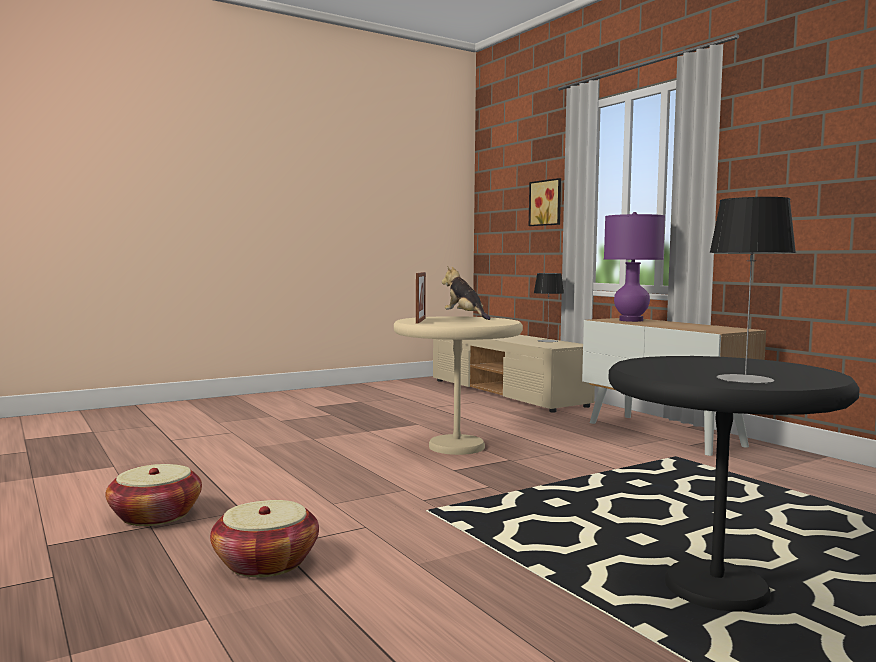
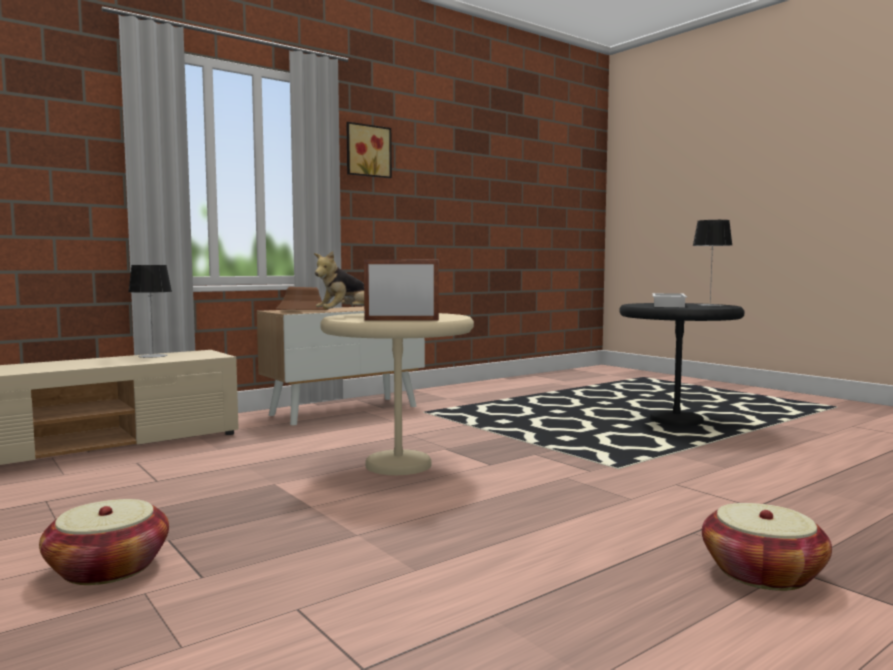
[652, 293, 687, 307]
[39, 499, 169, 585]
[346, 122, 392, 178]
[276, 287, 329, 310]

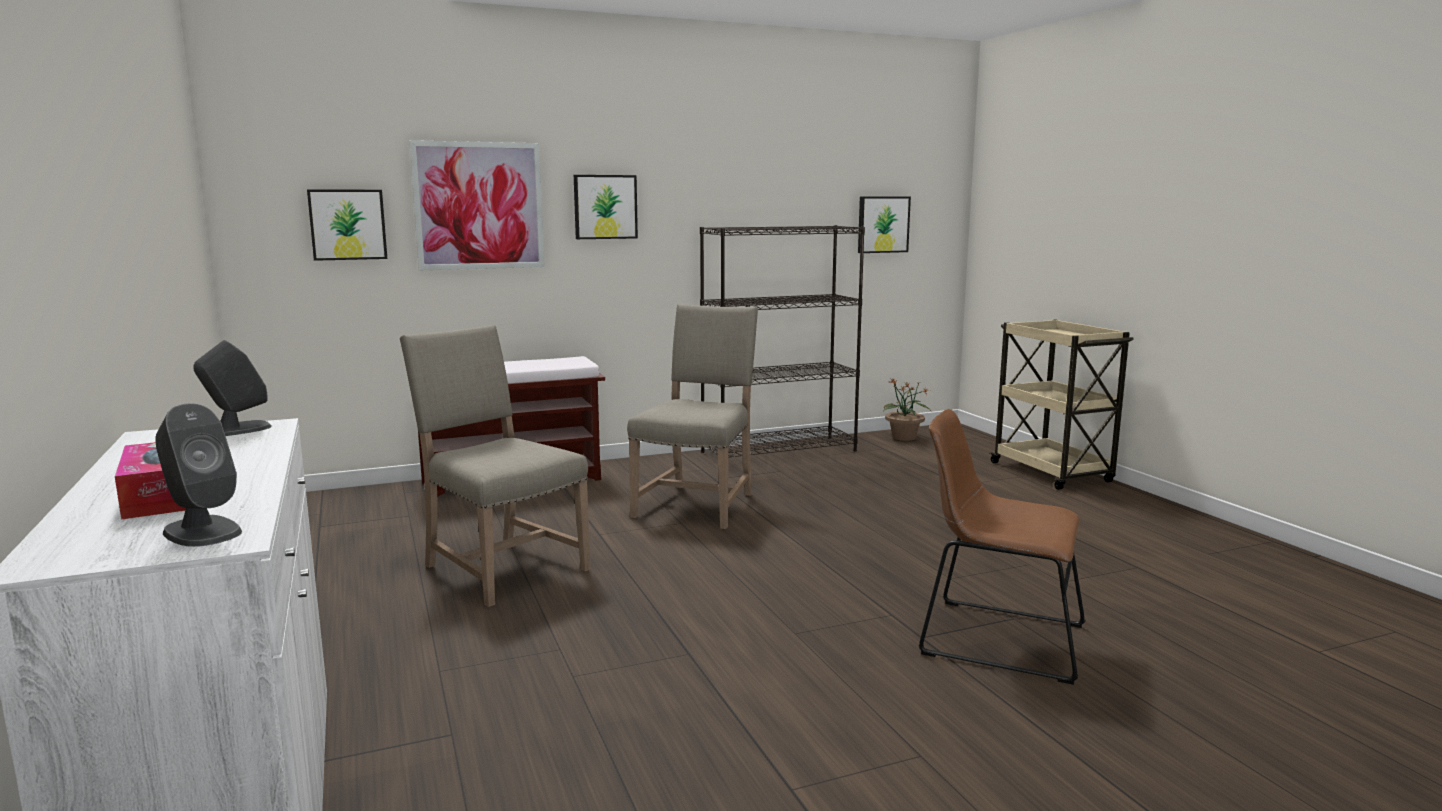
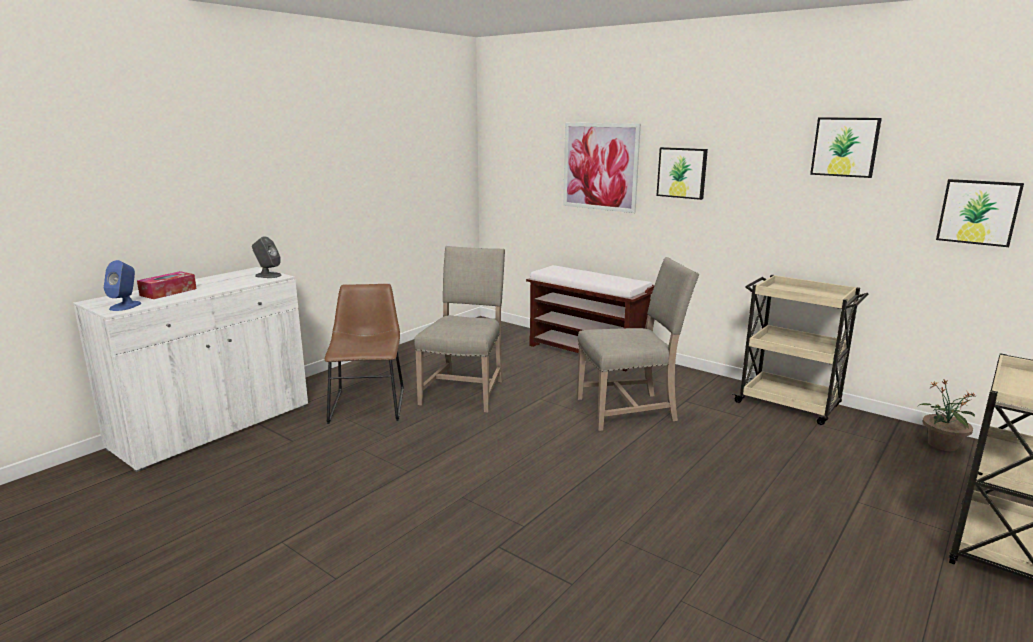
[810, 117, 882, 178]
[325, 284, 404, 424]
[732, 275, 869, 425]
[104, 260, 141, 311]

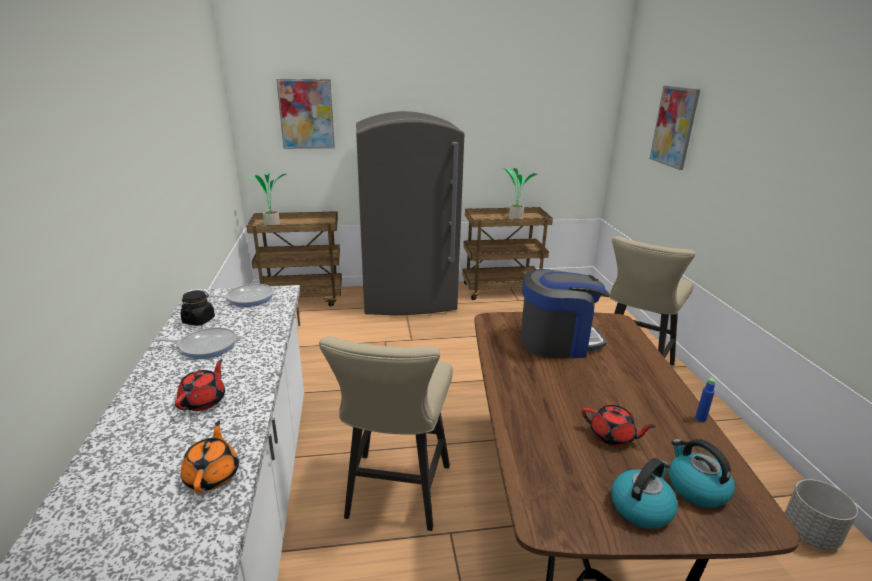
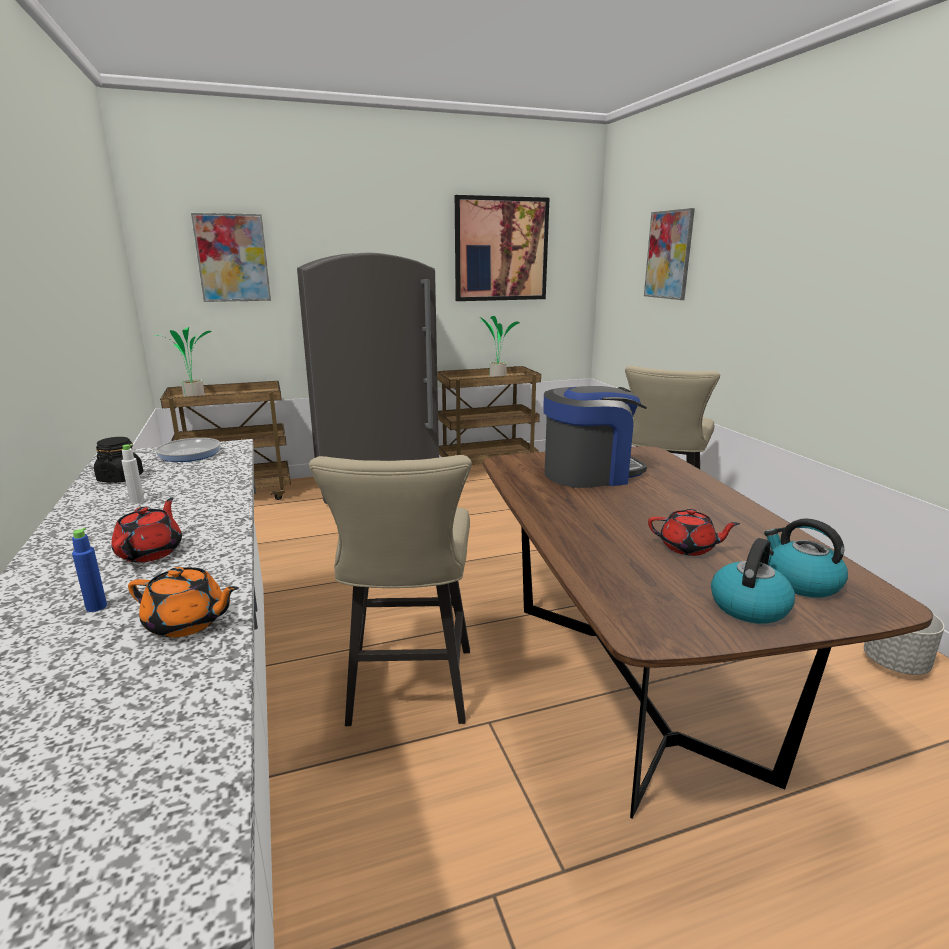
[455, 195, 550, 301]
[72, 528, 107, 612]
[122, 444, 144, 504]
[128, 567, 239, 638]

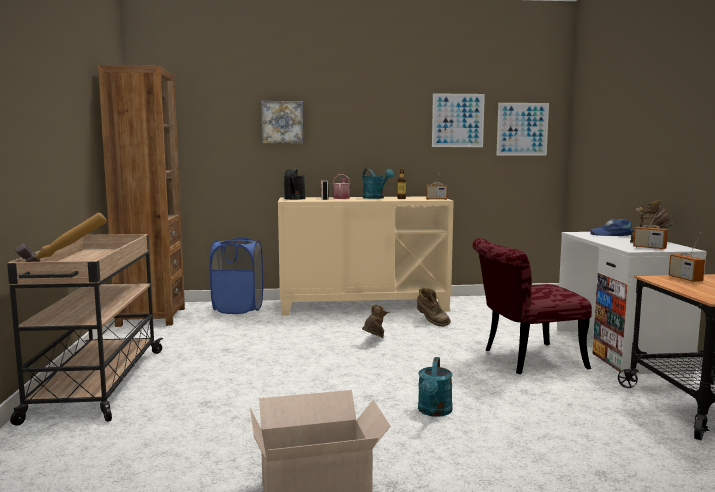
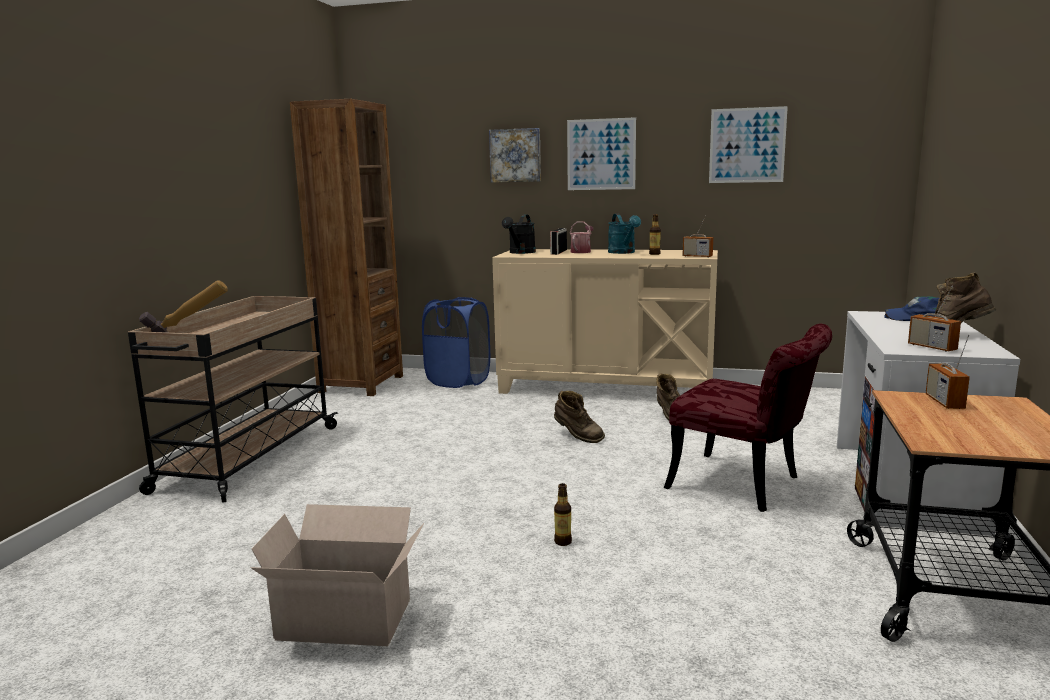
[567, 117, 636, 190]
[554, 483, 572, 546]
[554, 391, 605, 443]
[664, 324, 832, 512]

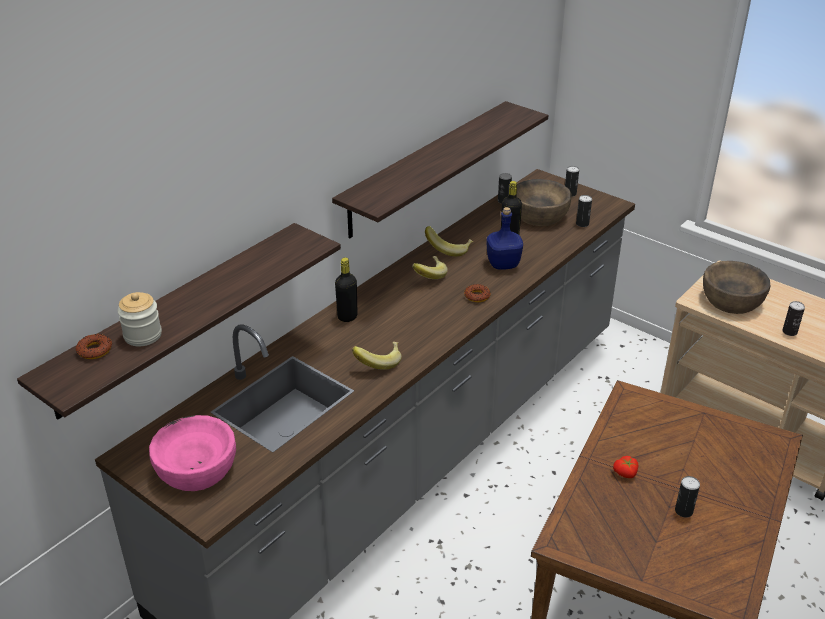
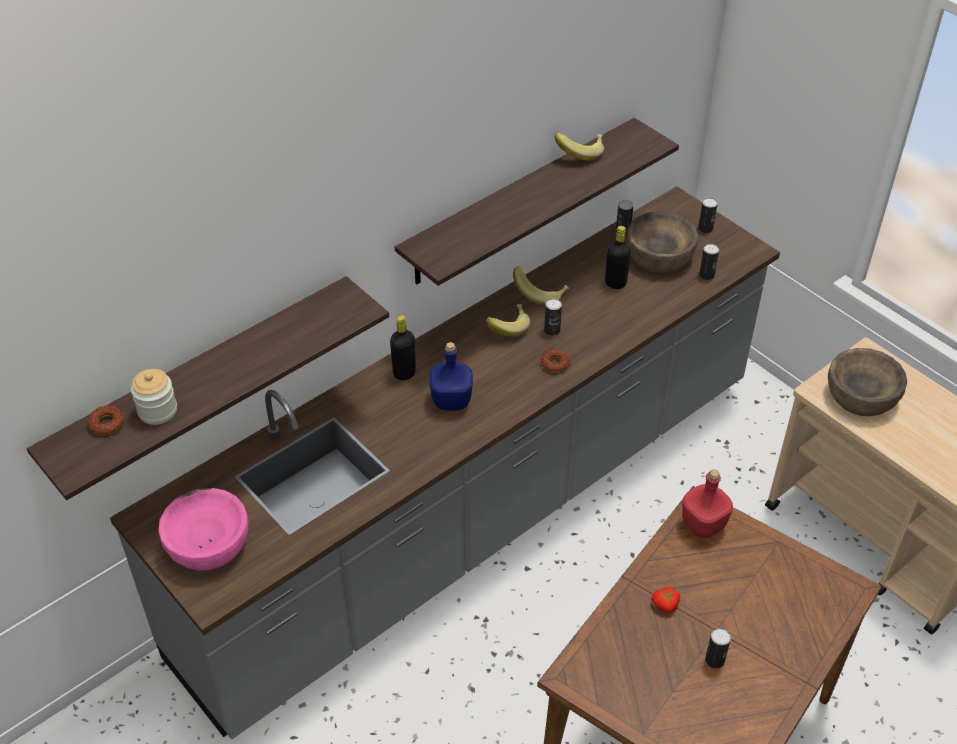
[682, 470, 733, 538]
[555, 133, 604, 160]
[430, 342, 473, 411]
[544, 298, 562, 336]

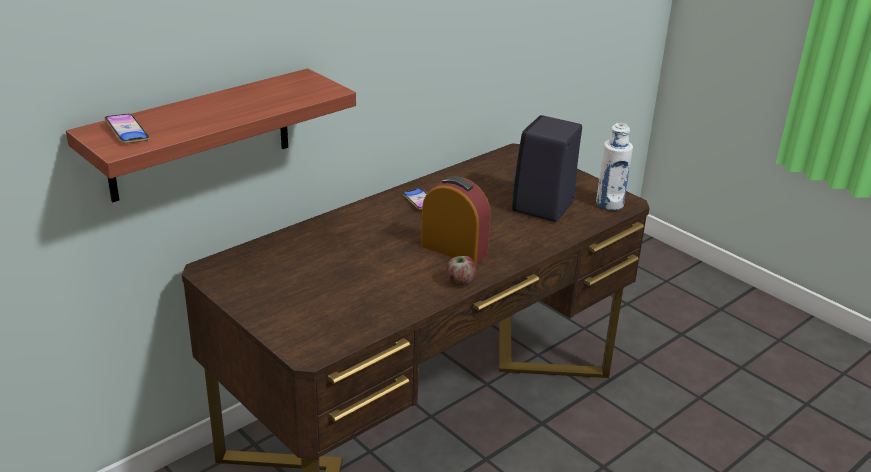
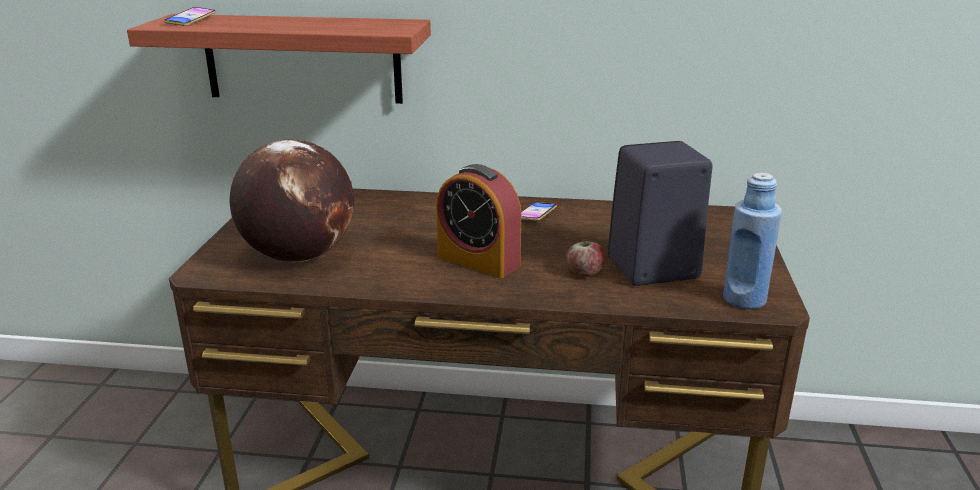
[229, 139, 354, 262]
[566, 241, 605, 277]
[723, 173, 782, 309]
[436, 164, 521, 278]

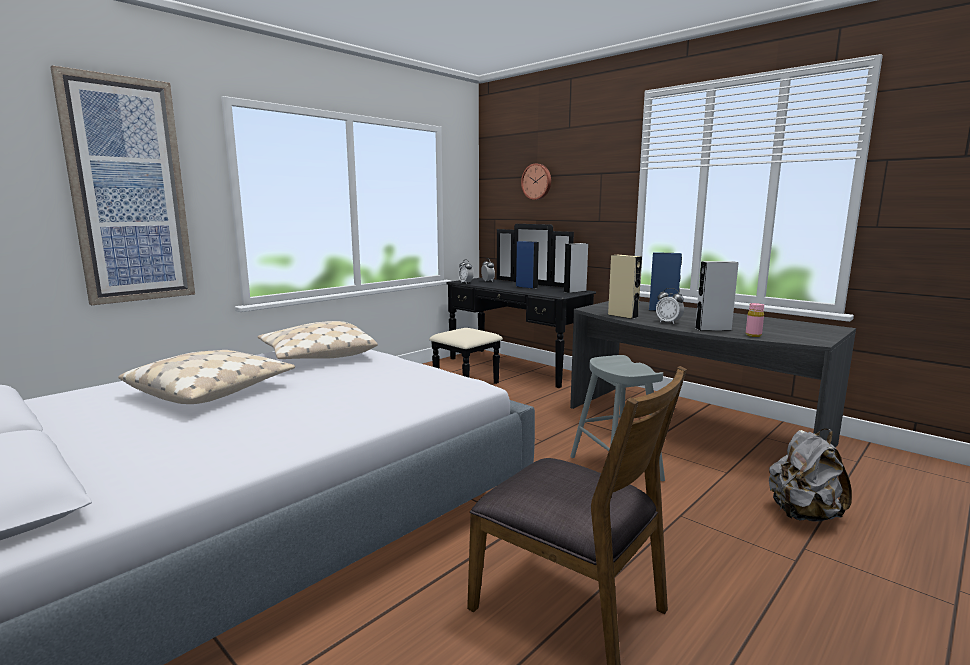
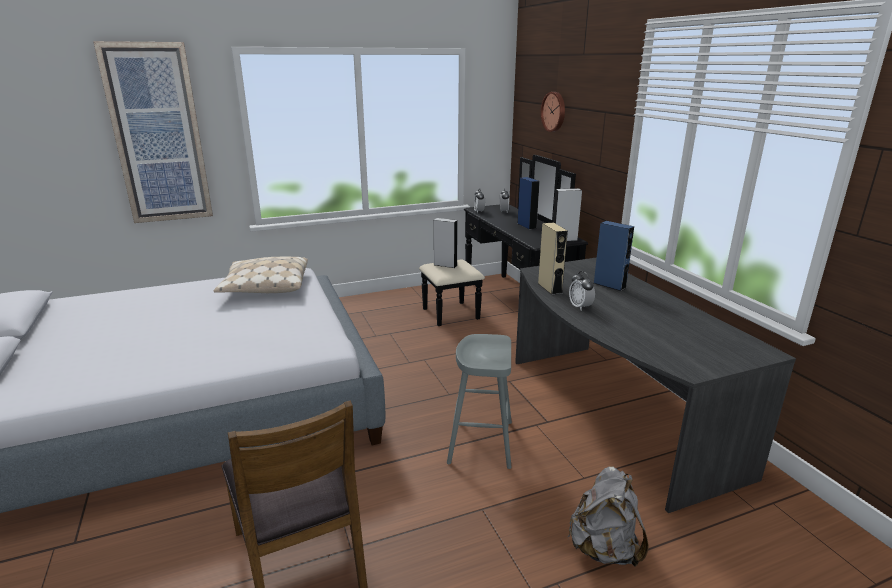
[118, 350, 295, 404] (first image)
[746, 303, 764, 337] (first image)
[434, 218, 458, 268]

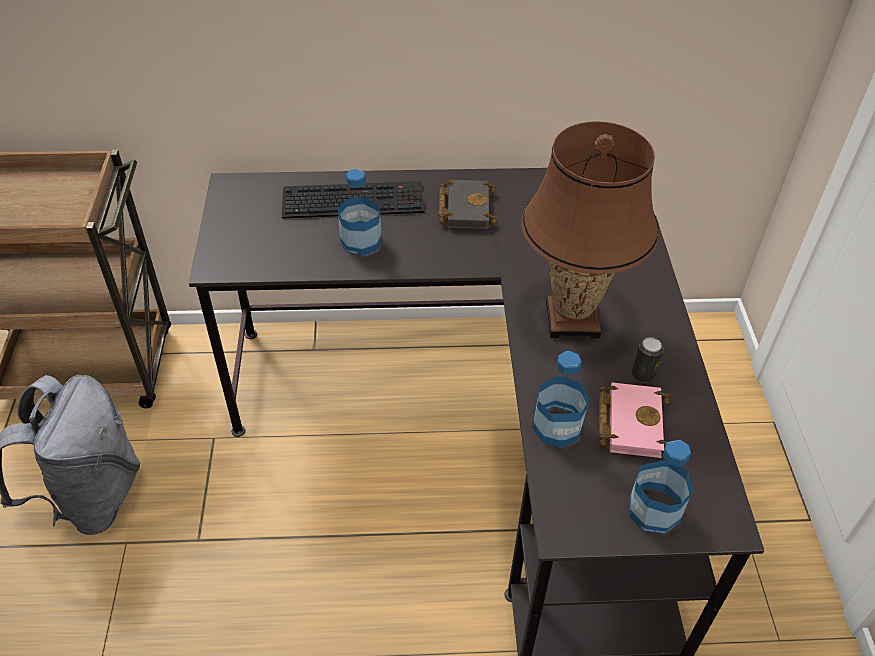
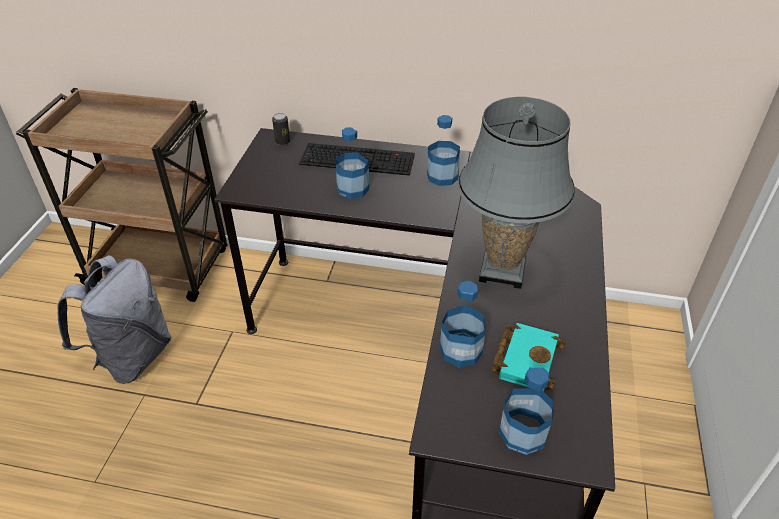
[272, 113, 290, 145]
[427, 115, 460, 186]
[458, 97, 575, 289]
[491, 323, 566, 392]

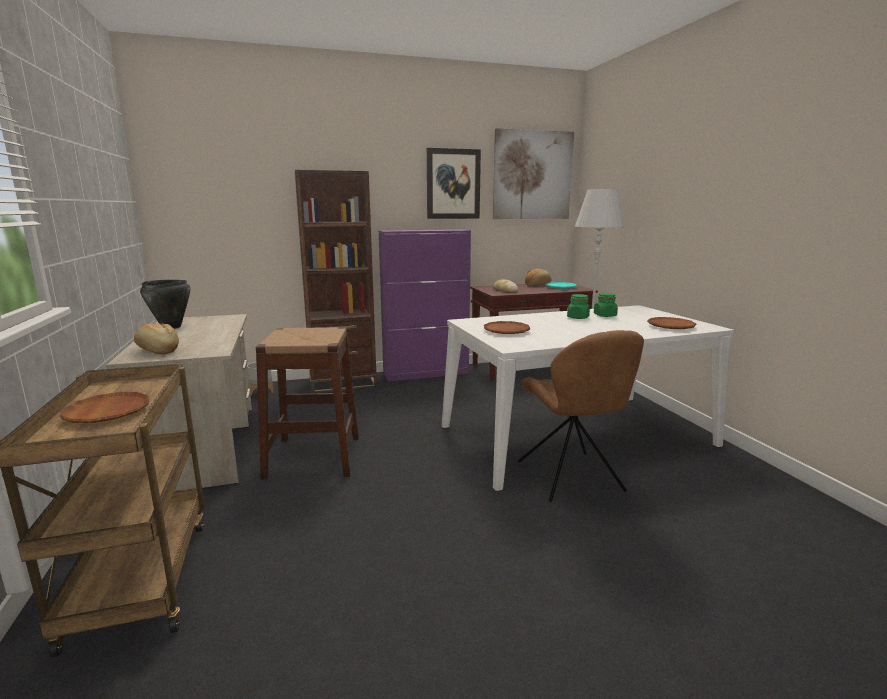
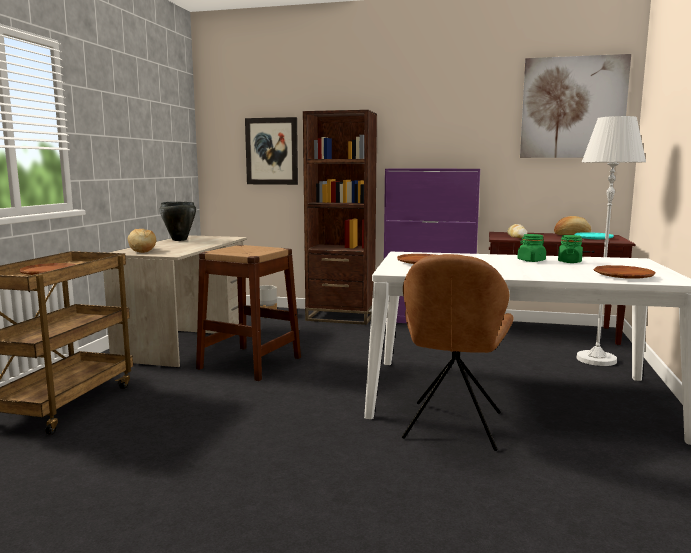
[245, 117, 298, 185]

